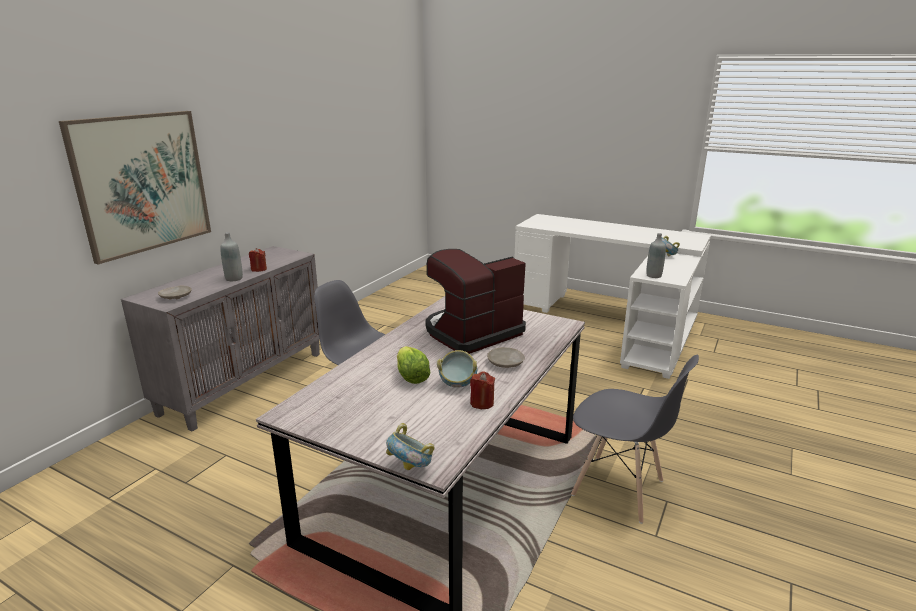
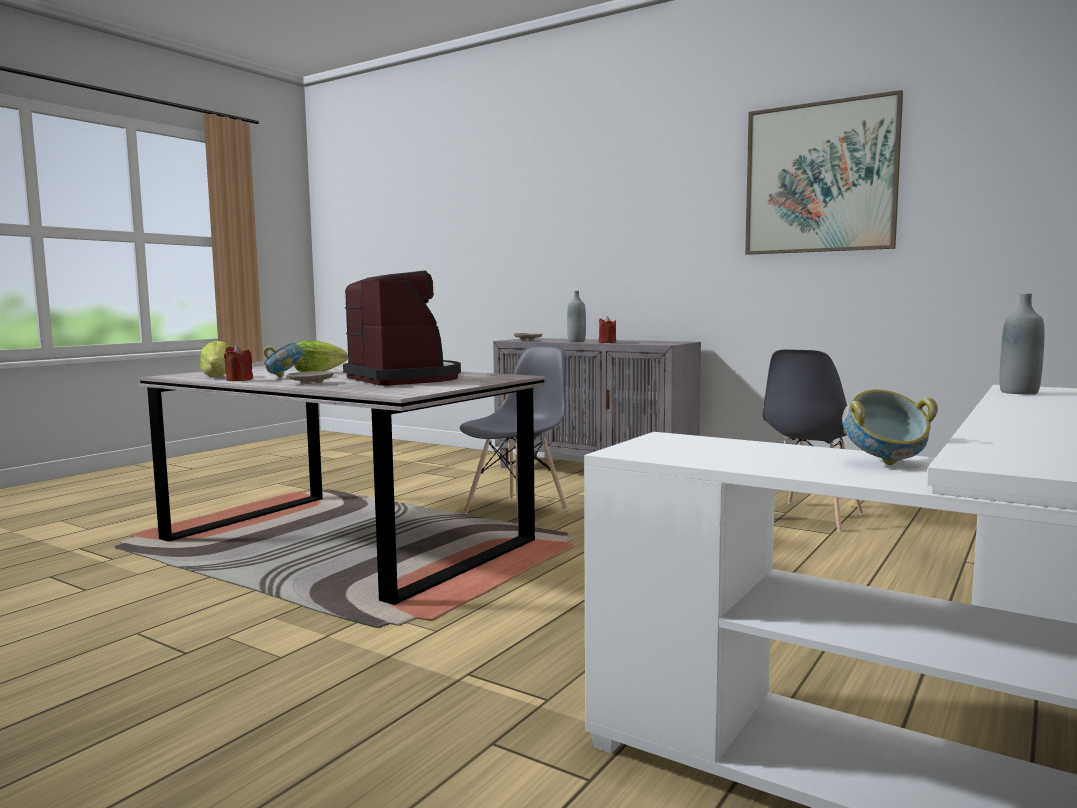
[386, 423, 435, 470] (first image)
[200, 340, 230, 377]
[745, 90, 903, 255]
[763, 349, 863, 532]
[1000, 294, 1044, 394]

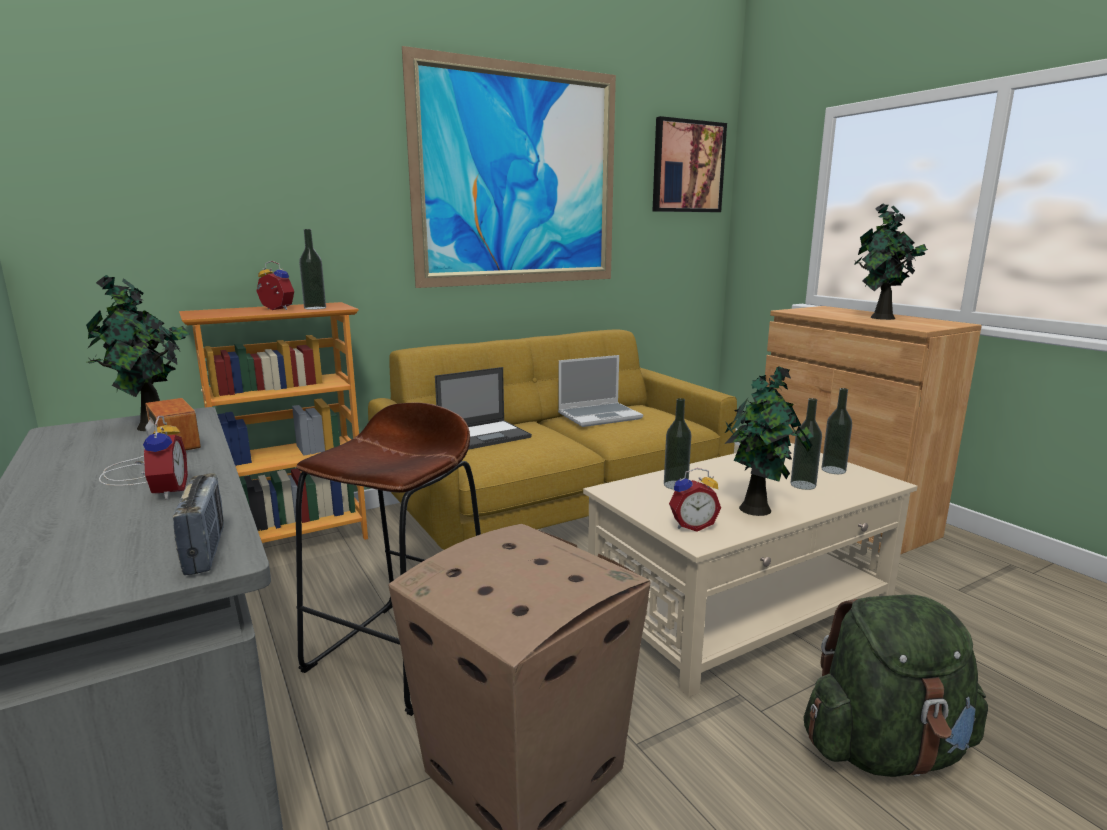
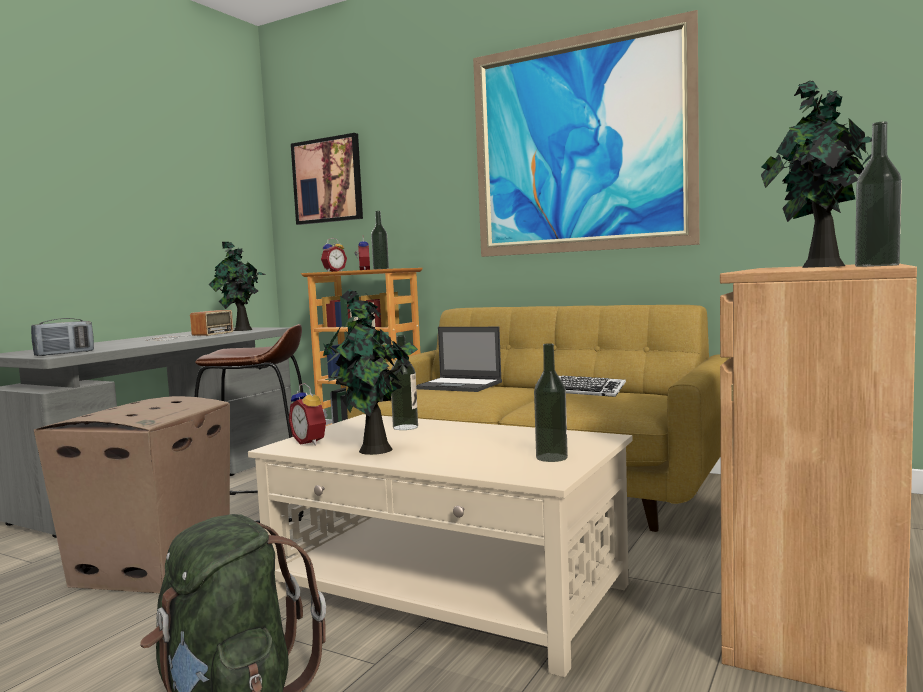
[321, 238, 347, 272]
[291, 133, 363, 225]
[855, 121, 902, 267]
[559, 376, 626, 397]

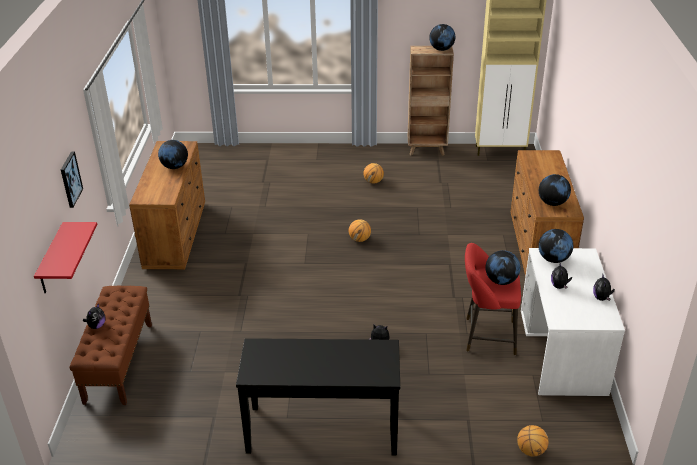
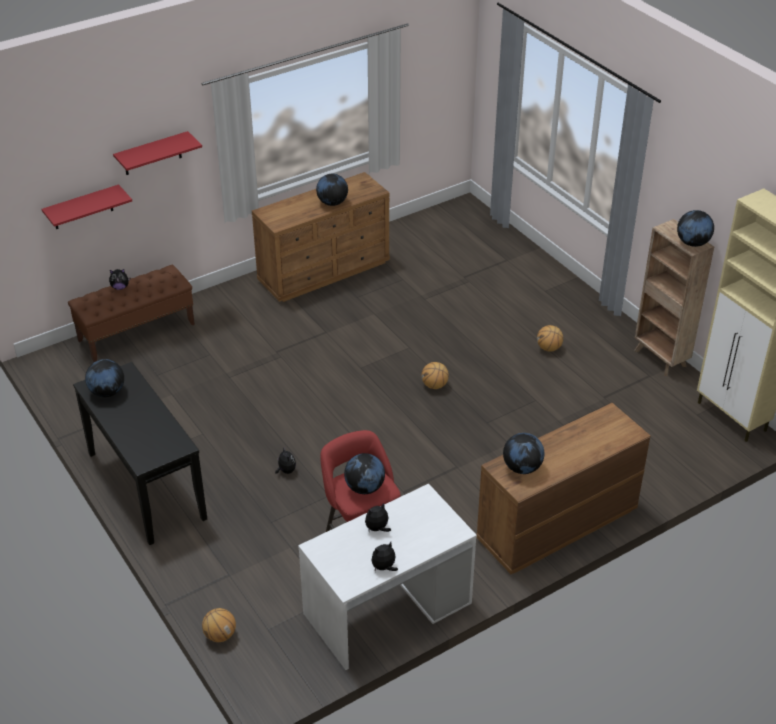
[85, 359, 124, 397]
[113, 131, 202, 175]

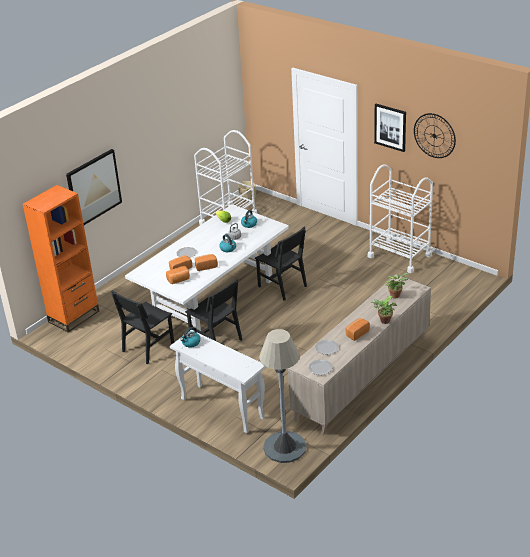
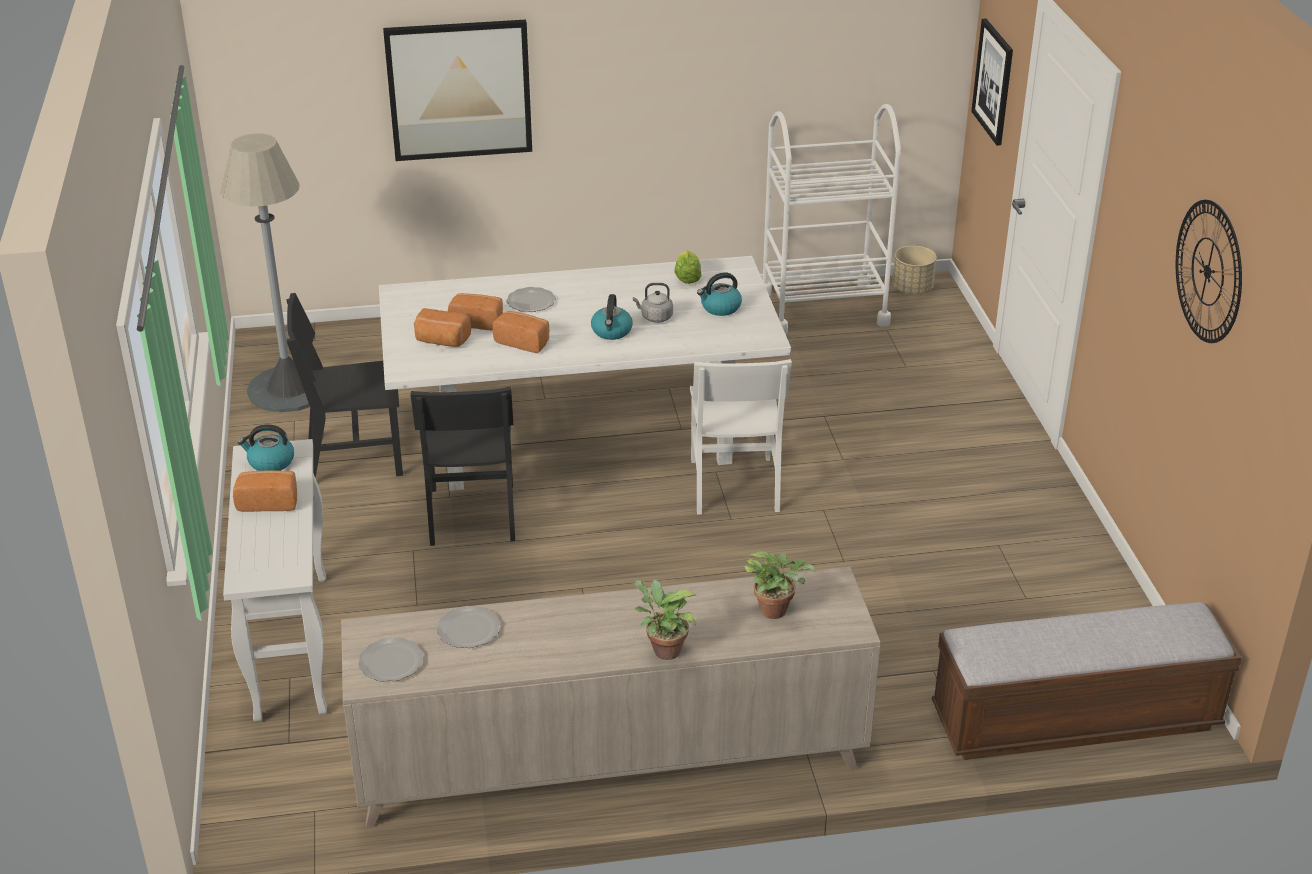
[23, 185, 99, 332] (first image)
[368, 164, 433, 273] (first image)
[932, 602, 1242, 760]
[221, 133, 310, 413]
[233, 470, 297, 512]
[971, 19, 1013, 146]
[690, 359, 792, 514]

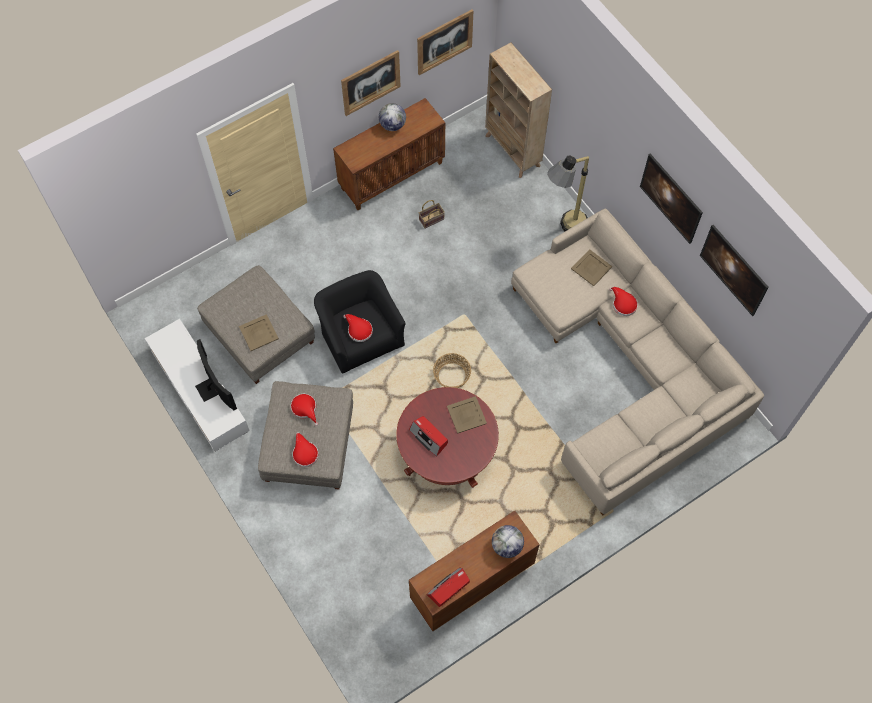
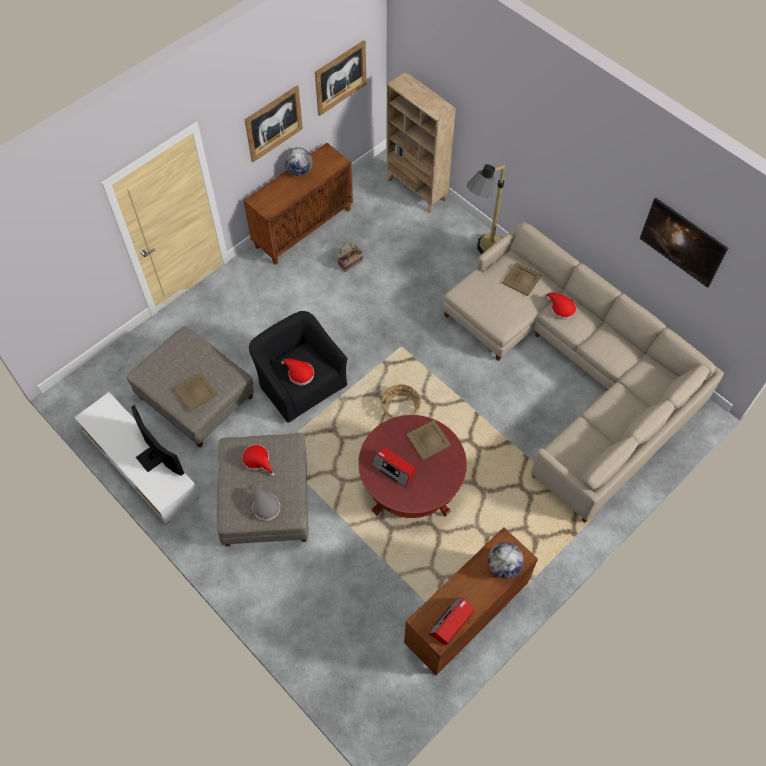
[640, 154, 703, 244] (first image)
[252, 486, 281, 521]

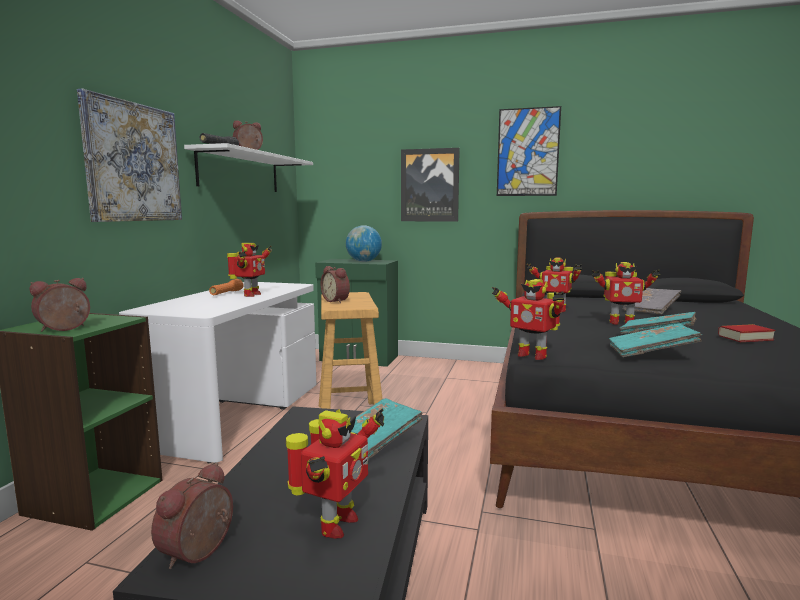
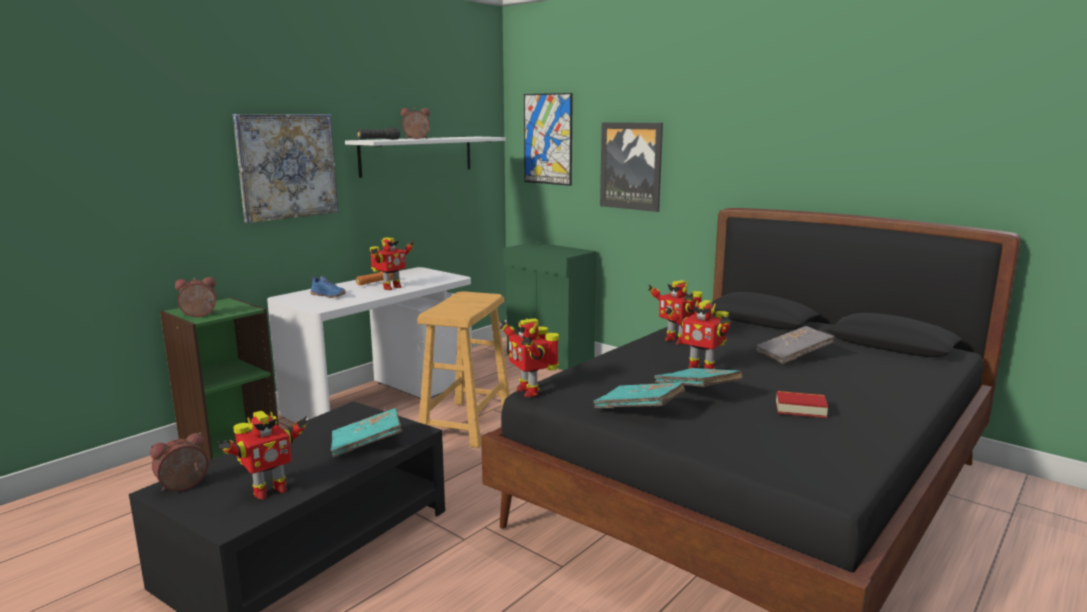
[320, 266, 350, 303] (first image)
[346, 225, 382, 262] (first image)
[310, 276, 346, 298]
[524, 93, 573, 186]

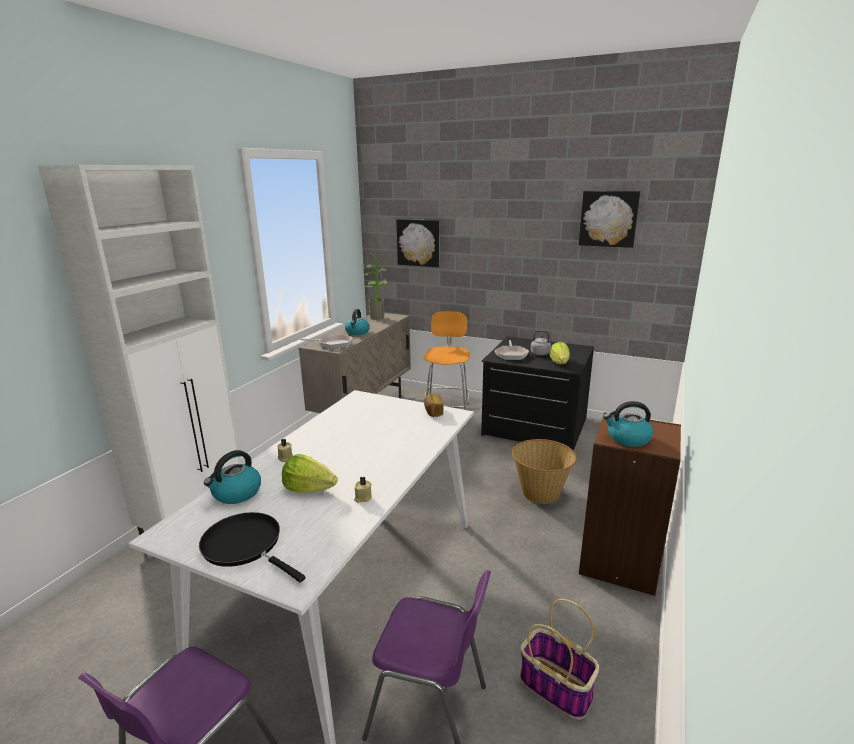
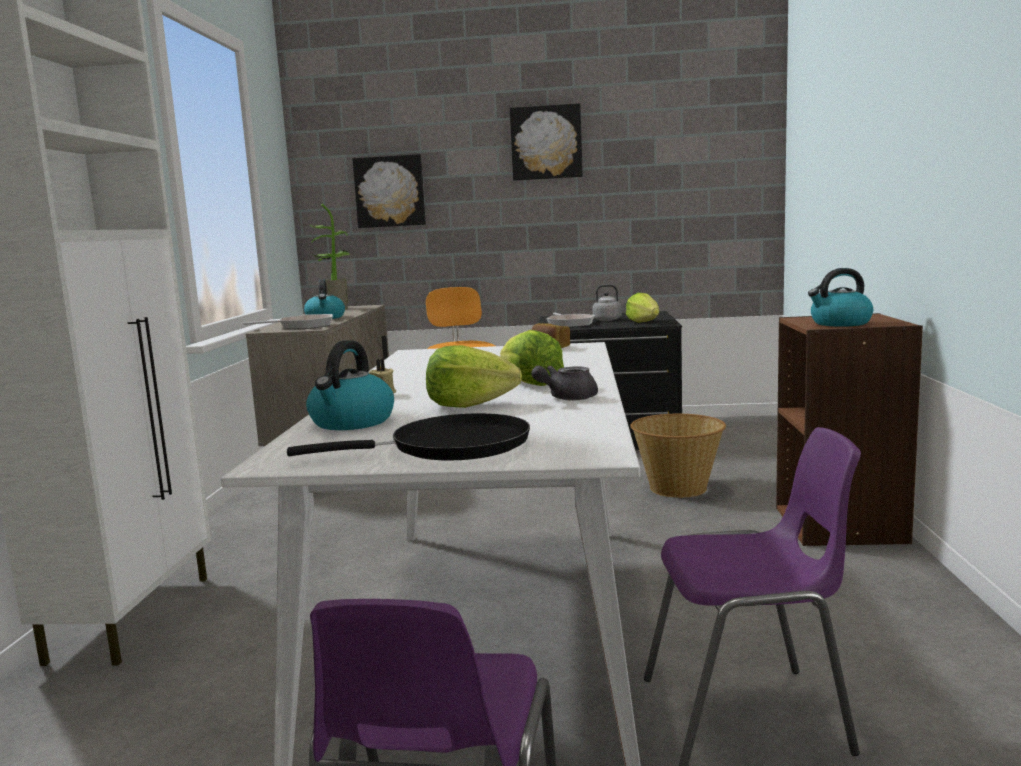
[520, 599, 599, 720] (first image)
[500, 330, 564, 386]
[510, 103, 583, 181]
[532, 365, 598, 400]
[287, 413, 530, 461]

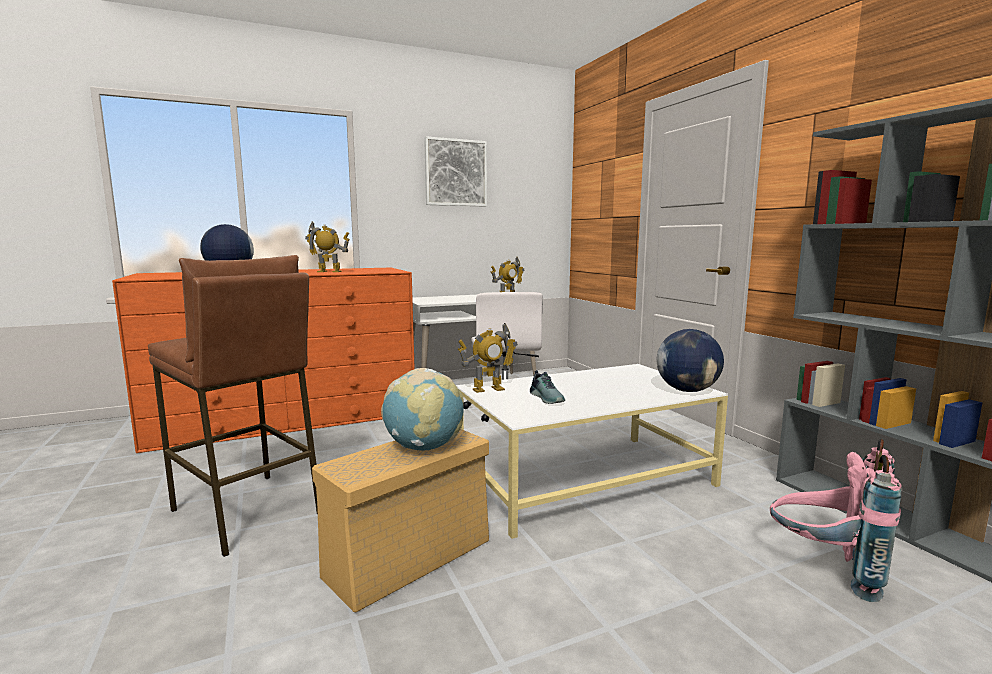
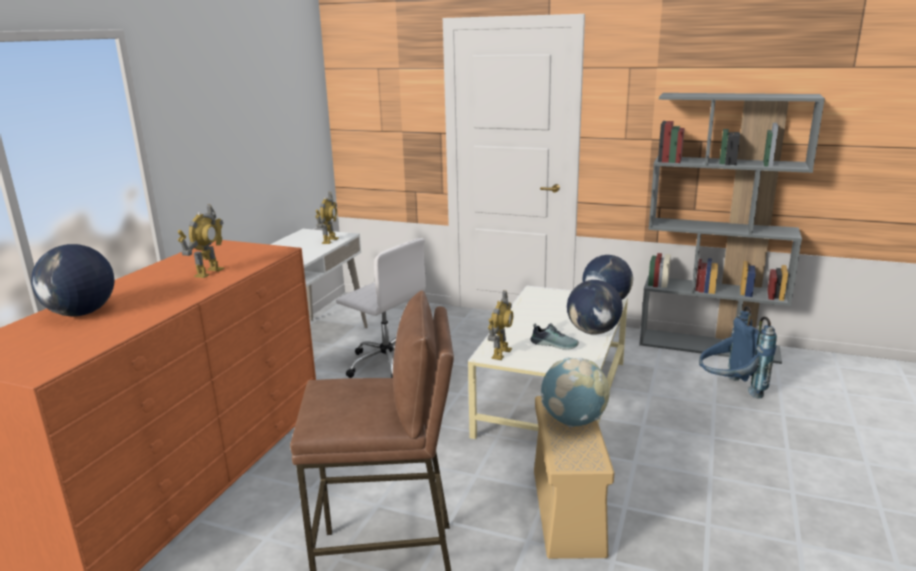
[424, 136, 487, 206] (first image)
[567, 280, 623, 335]
[699, 306, 777, 399]
[178, 204, 224, 278]

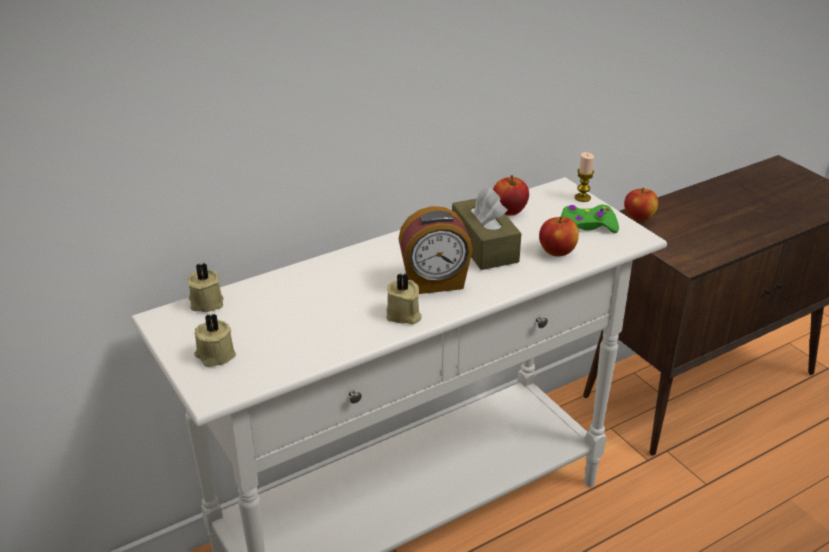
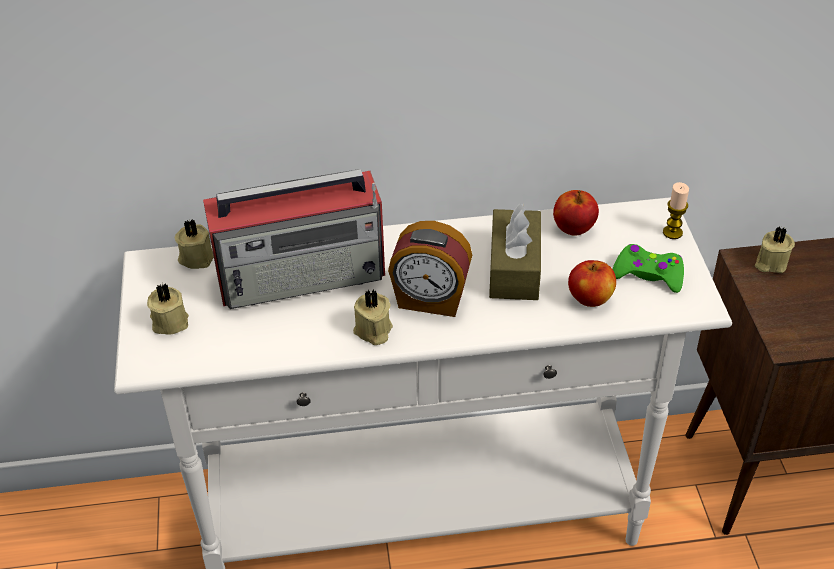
[203, 169, 385, 309]
[755, 227, 795, 273]

